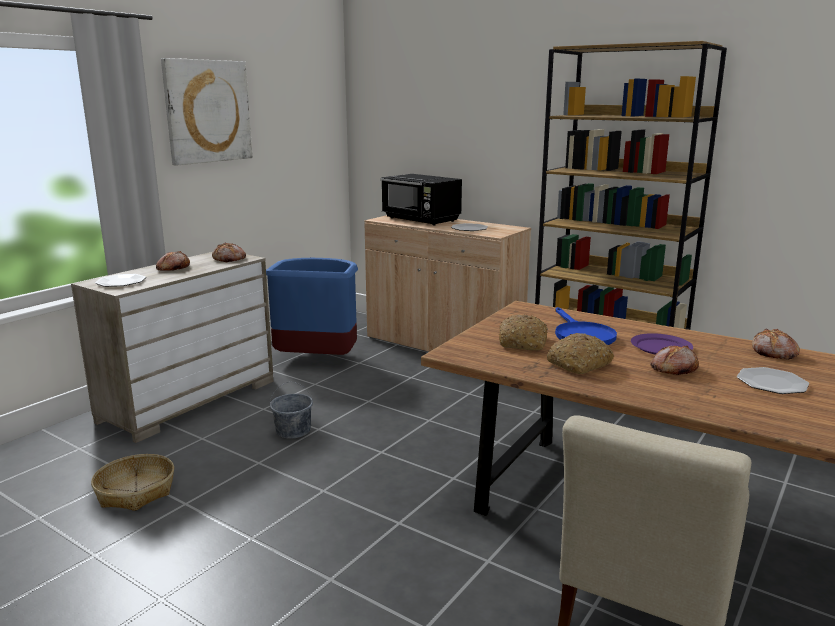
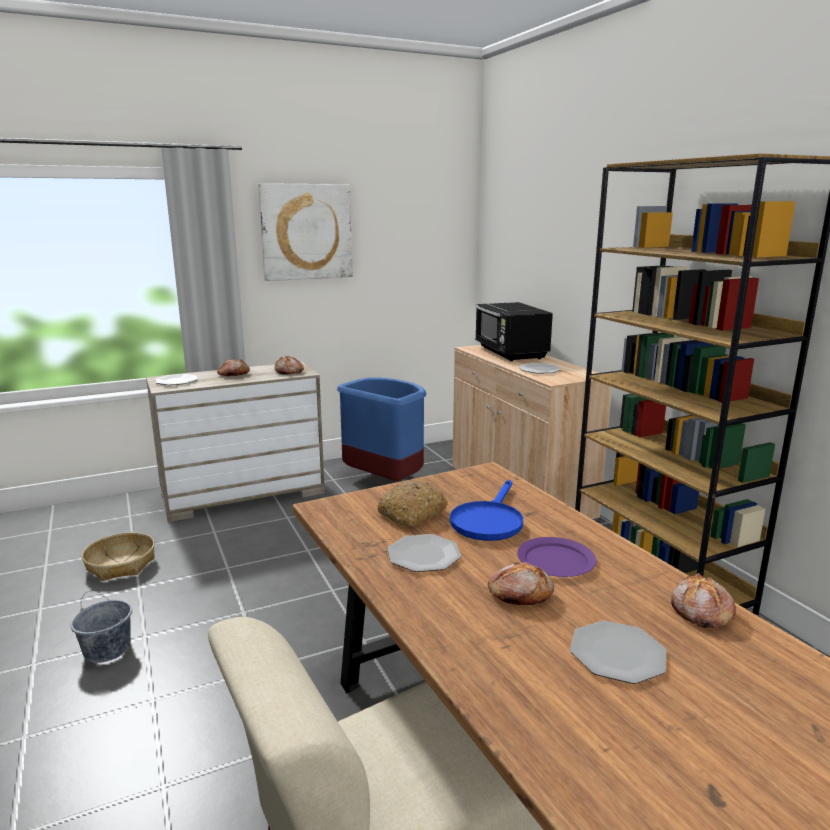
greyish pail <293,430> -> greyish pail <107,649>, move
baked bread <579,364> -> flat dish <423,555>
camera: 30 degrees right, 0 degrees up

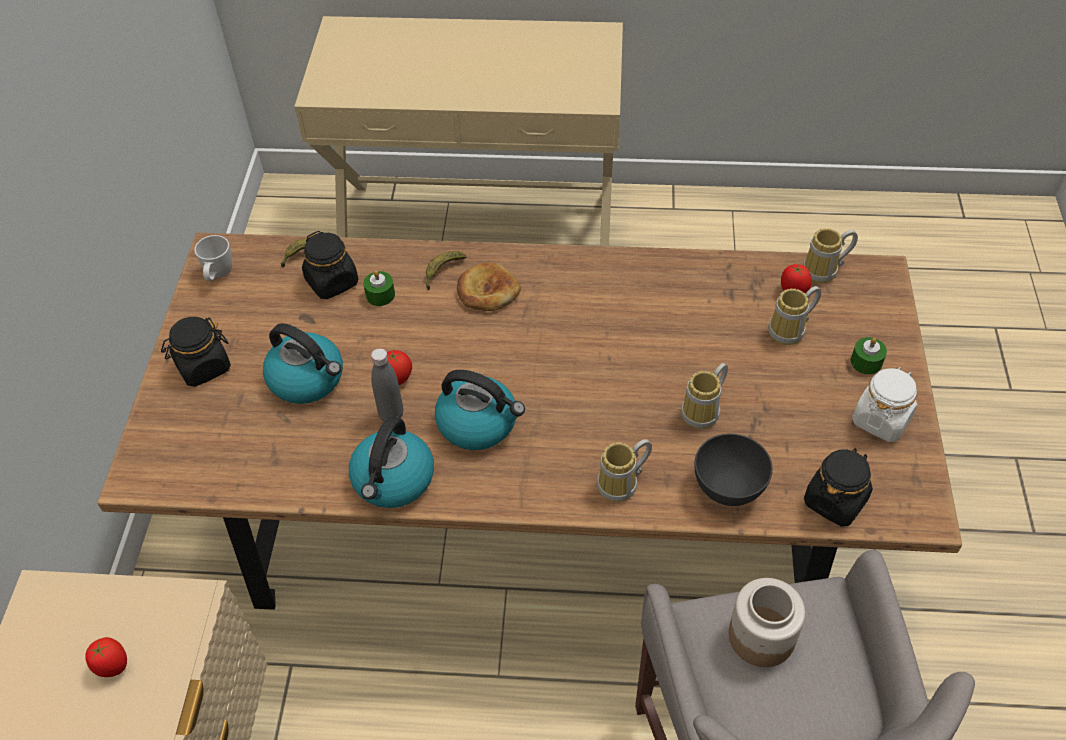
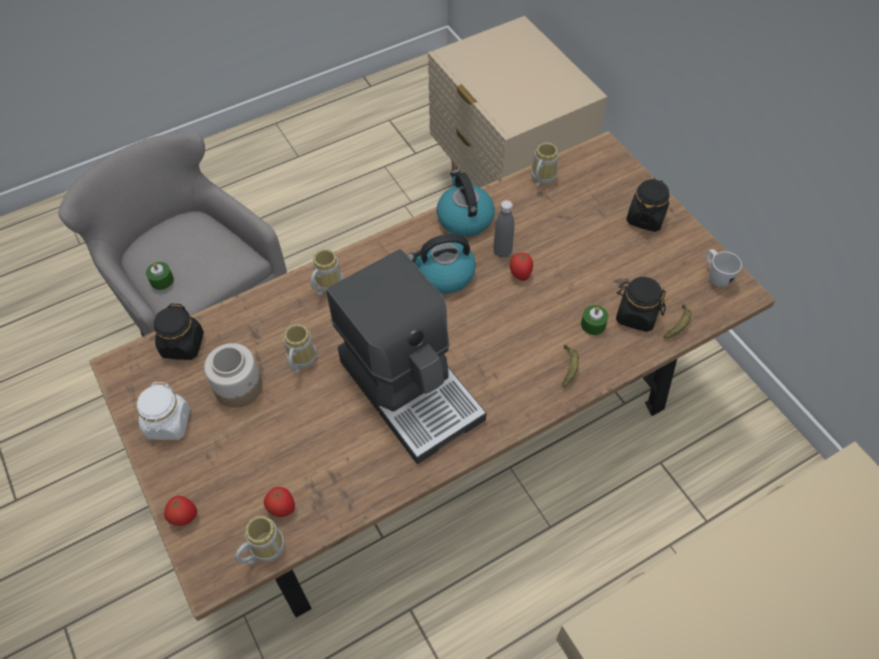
greenish wax candle <866,362> -> greenish wax candle <162,280>, move
tomato <113,666> -> tomato <184,517>, move
jar <760,636> -> jar <239,386>, move
none -> coffee brewer <412,387>
tea mug <791,331> -> tea mug <540,178>, move
water kettle <308,379> -> none
baked bread <487,291> -> none
greyish serving bowl <728,487> -> none
camera: 145 degrees right, 5 degrees up

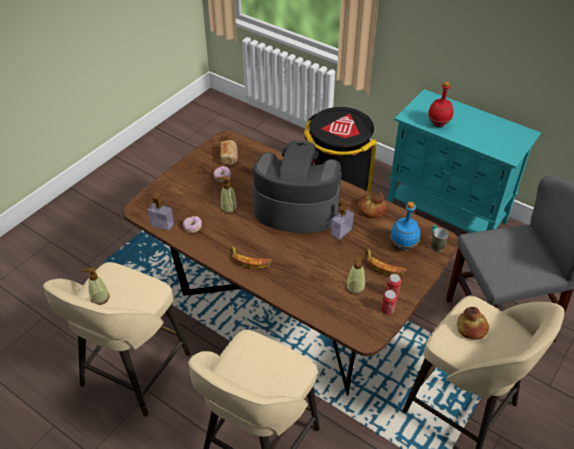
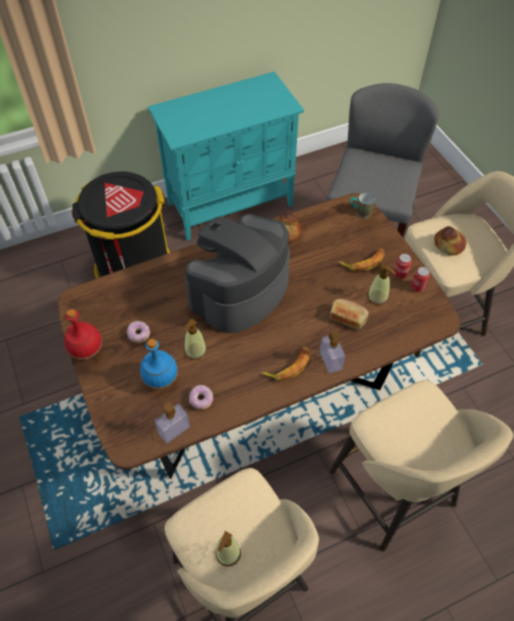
red-coloured bottle <438,124> -> red-coloured bottle <88,352>, move
blue bottle <403,246> -> blue bottle <161,381>, move
liquid soap bottle <341,231> -> liquid soap bottle <330,361>, move
baked bread <229,157> -> baked bread <348,318>, move
camera: 60 degrees left, 10 degrees up

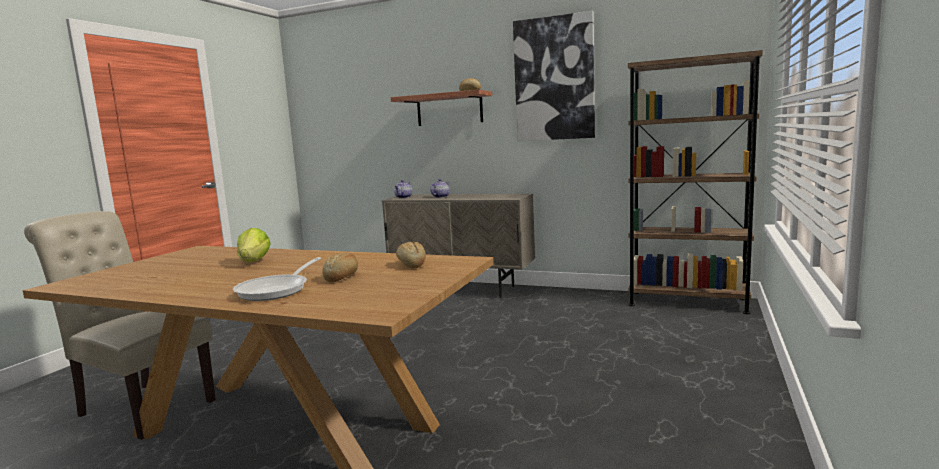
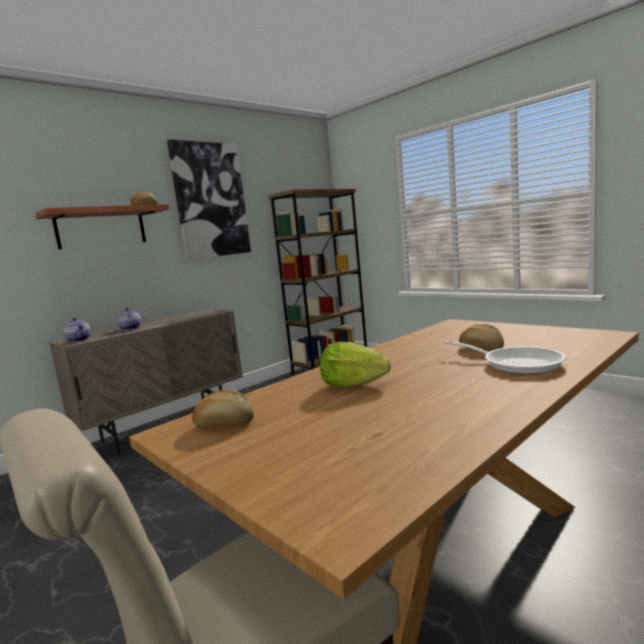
baked bread <411,264> -> baked bread <224,423>, move
camera: 65 degrees left, 0 degrees up

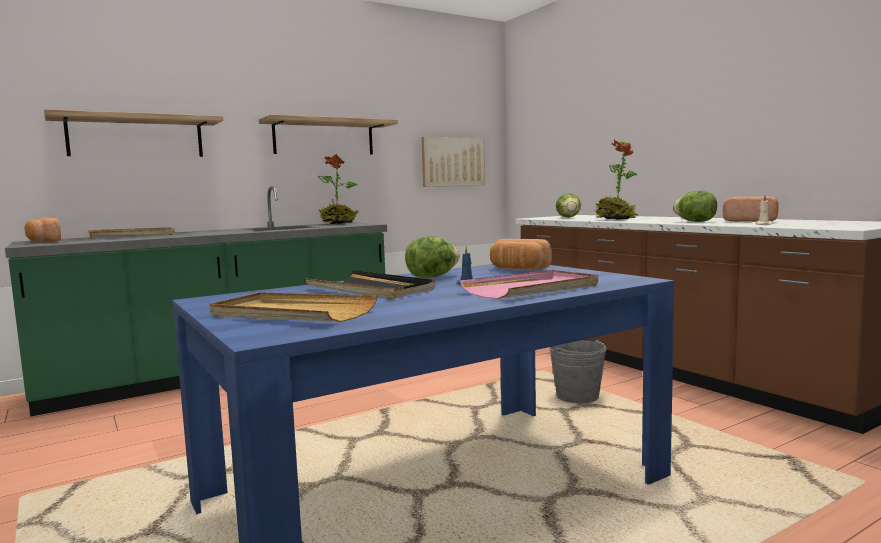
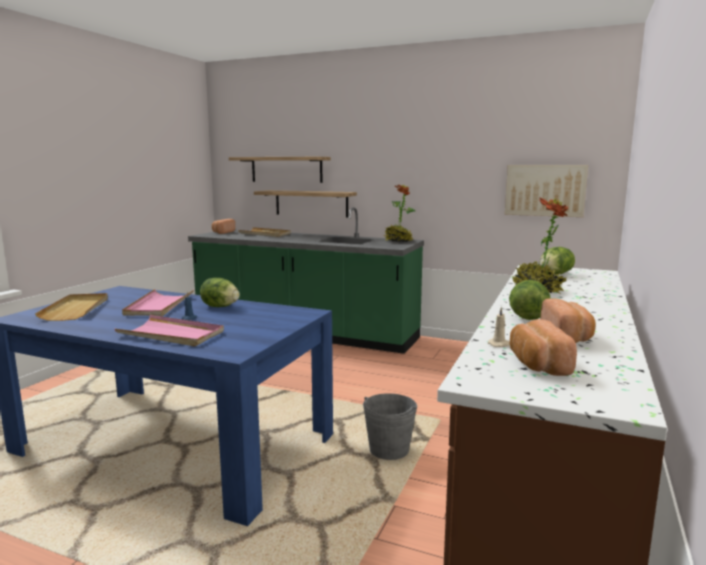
black-coloured serving tray <370,289> -> pink serving tray <159,305>
shelf <324,138> -> shelf <311,203>, move
baked bread <518,269> -> baked bread <537,365>, move
camera: 55 degrees right, 5 degrees up

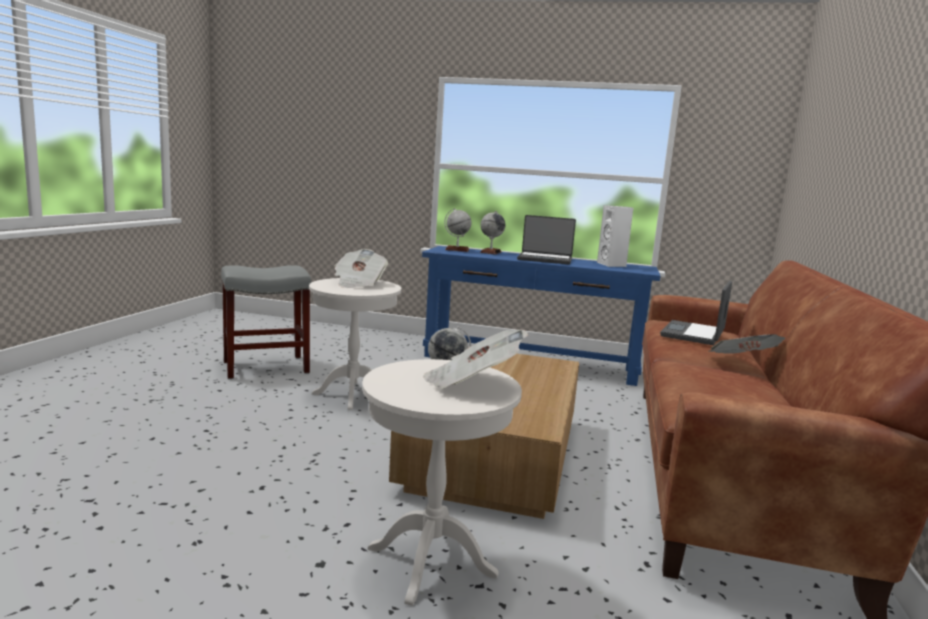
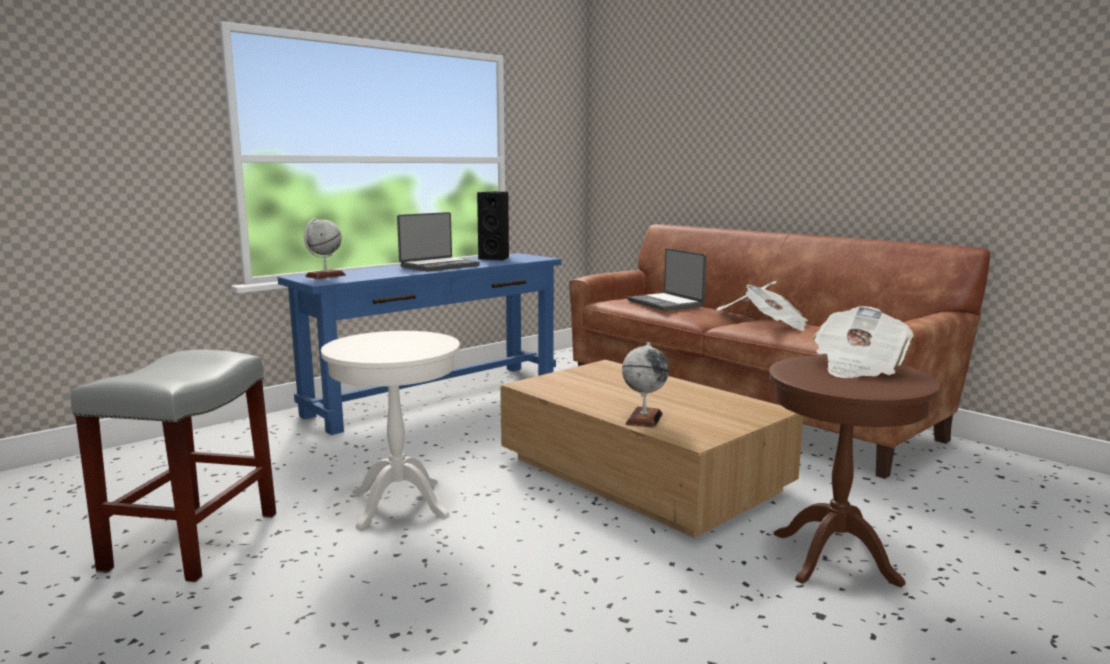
whitish speaker <612,265> -> black-coloured speaker <496,258>
printed paper <358,283> -> printed paper <776,325>, move
whitish accent table <431,562> -> brown-coloured accent table <835,558>
globe <490,252> -> none
camera: 55 degrees left, 0 degrees up

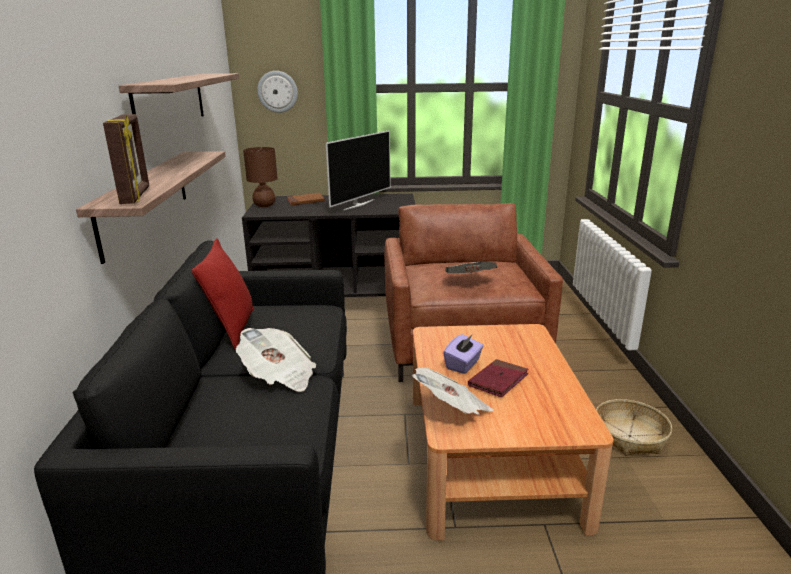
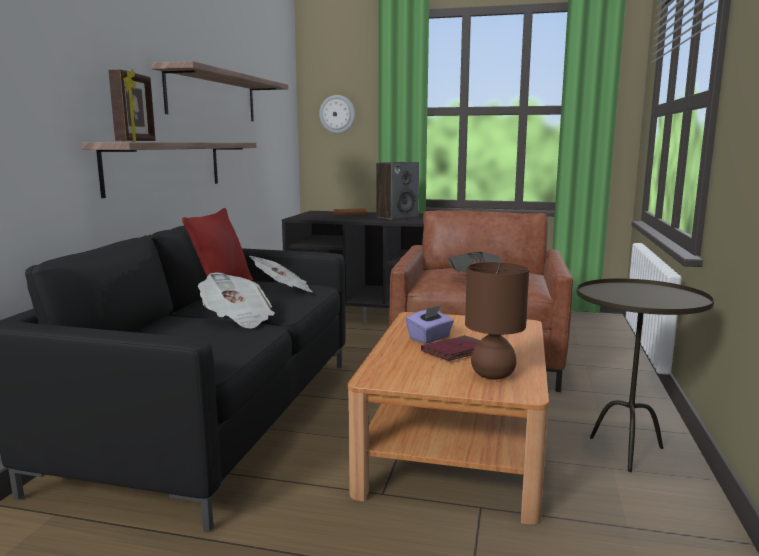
printed paper <452,409> -> printed paper <283,290>, move
television <358,204> -> speaker <397,217>
brown-coloured lamp for a table <265,205> -> brown-coloured lamp for a table <493,375>, move
household basket <629,436> -> brown-coloured accent table <626,451>
camera: 15 degrees right, 10 degrees down

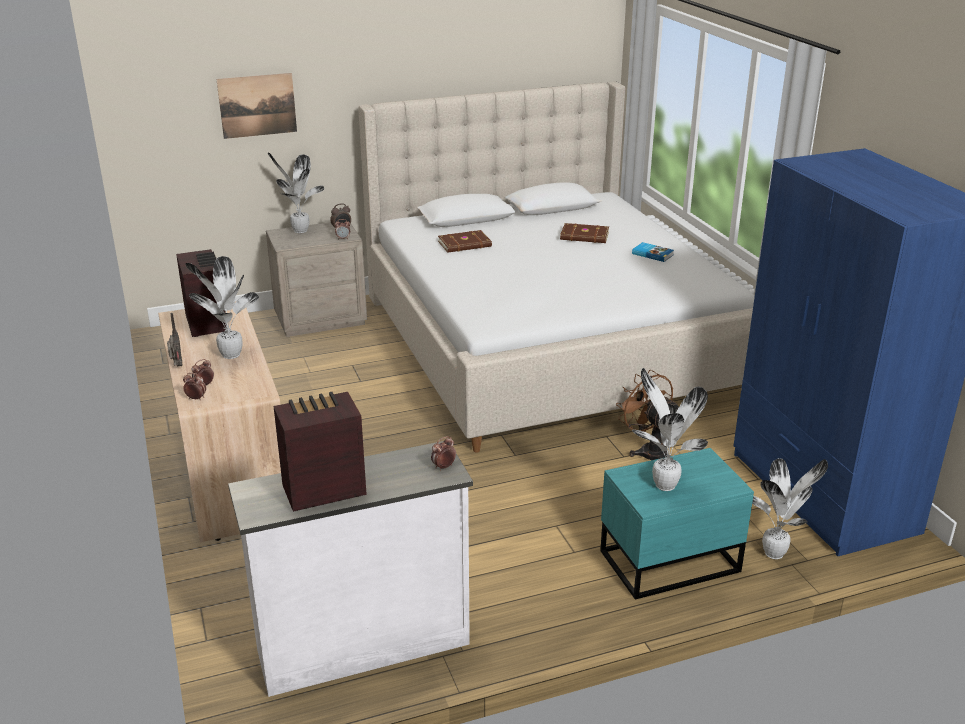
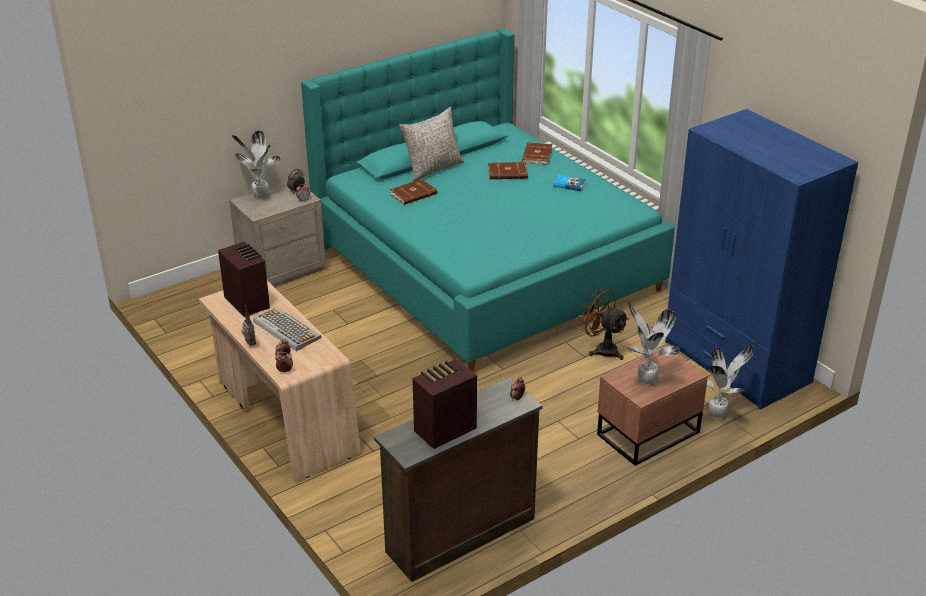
plant in a pot <229,355> -> keyboard <286,329>
beige-coloured sleeping bed <548,343> -> blue-green sleeping bed <486,265>
whitish drawer chest <361,645> -> brown-coloured drawer chest <458,534>
none -> greyish cushion <432,168>
none -> brown-coloured volume <536,155>
blue-green nightstand <666,560> -> brown-coloured nightstand <646,433>
picture <257,105> -> none
camera: 15 degrees left, 5 degrees up

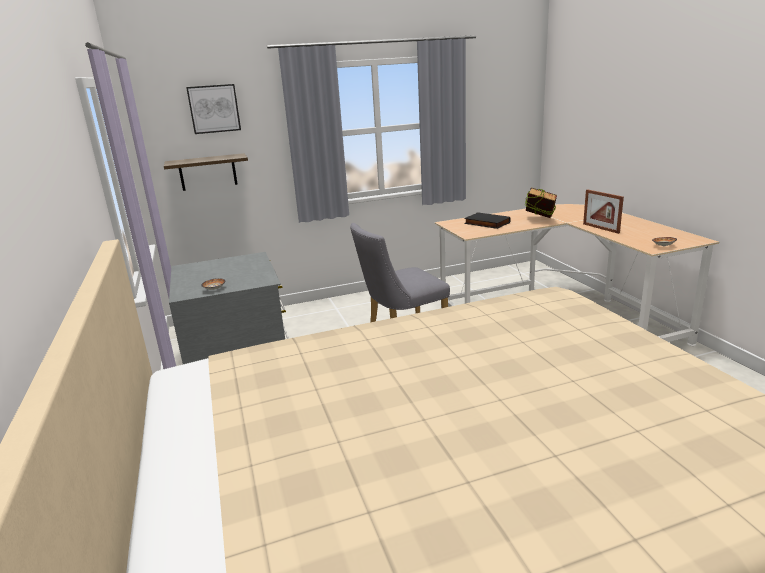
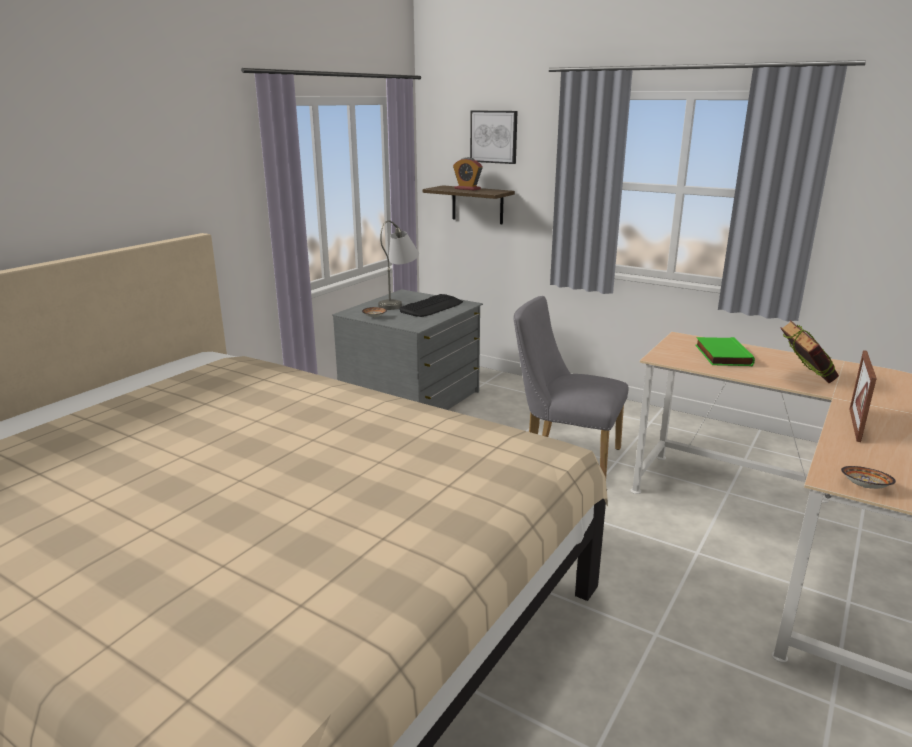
none -> greyish lamp for a table <399,302>
none -> keyboard <432,307>
none -> table clock <467,189>
black-coloured volume <486,223> -> greenish volume <721,355>
camera: 50 degrees right, 0 degrees up

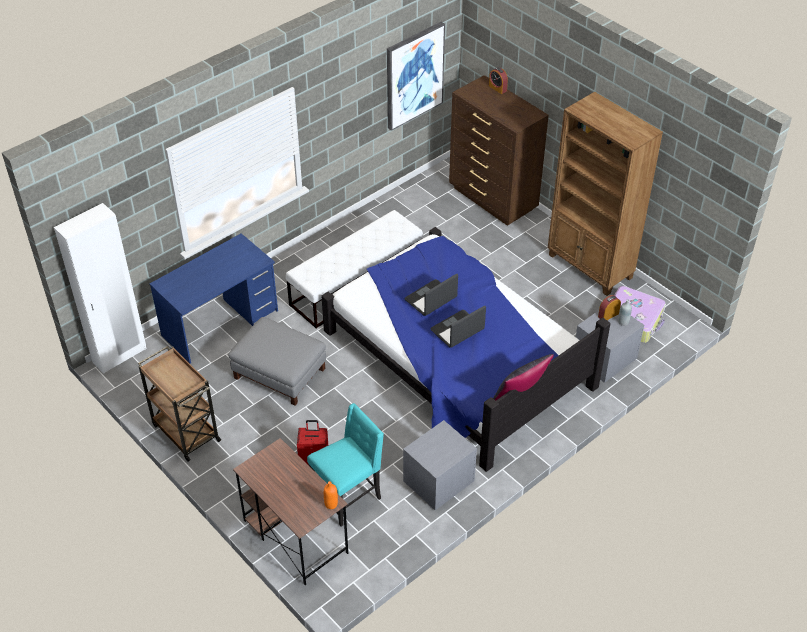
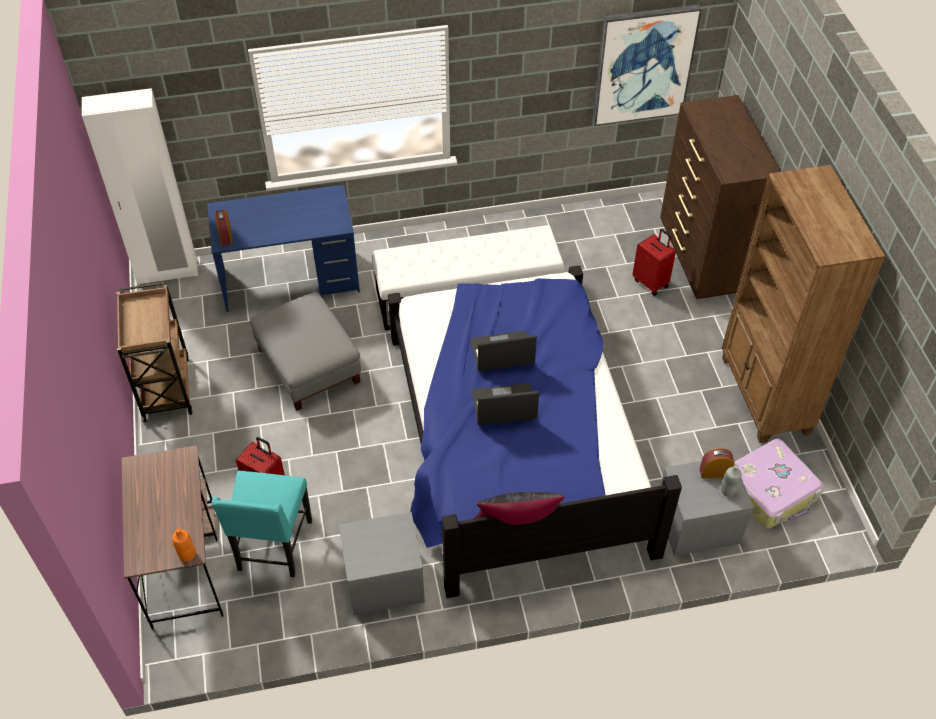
blue-green chair <348,496> -> blue-green chair <273,547>, 105 degrees clockwise
table clock <497,88> -> table clock <225,236>, move
none -> red-coloured suitcase <651,282>
camera: 30 degrees right, 5 degrees up

